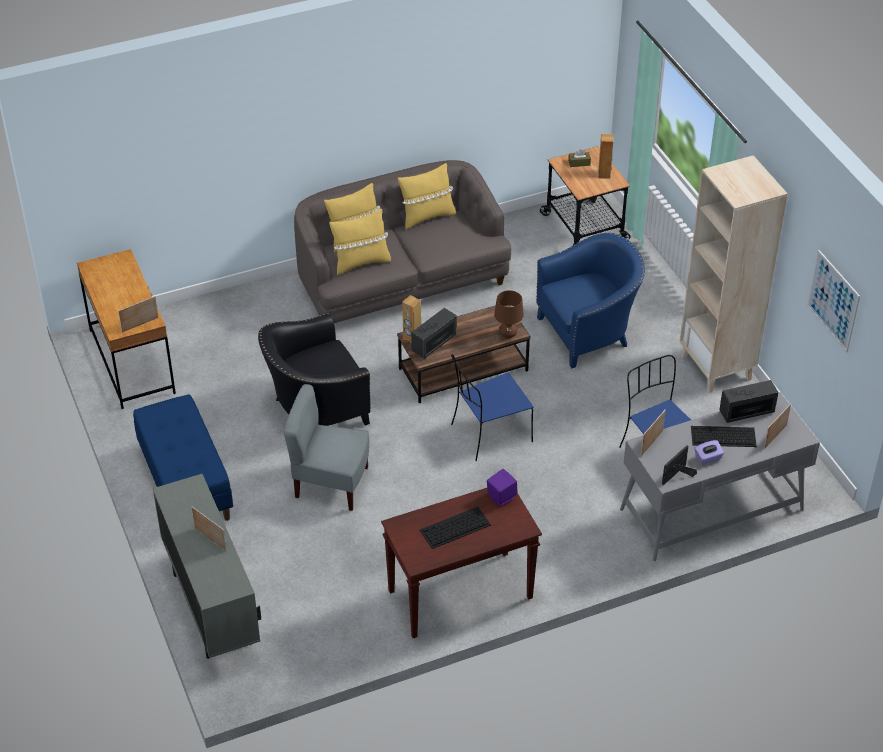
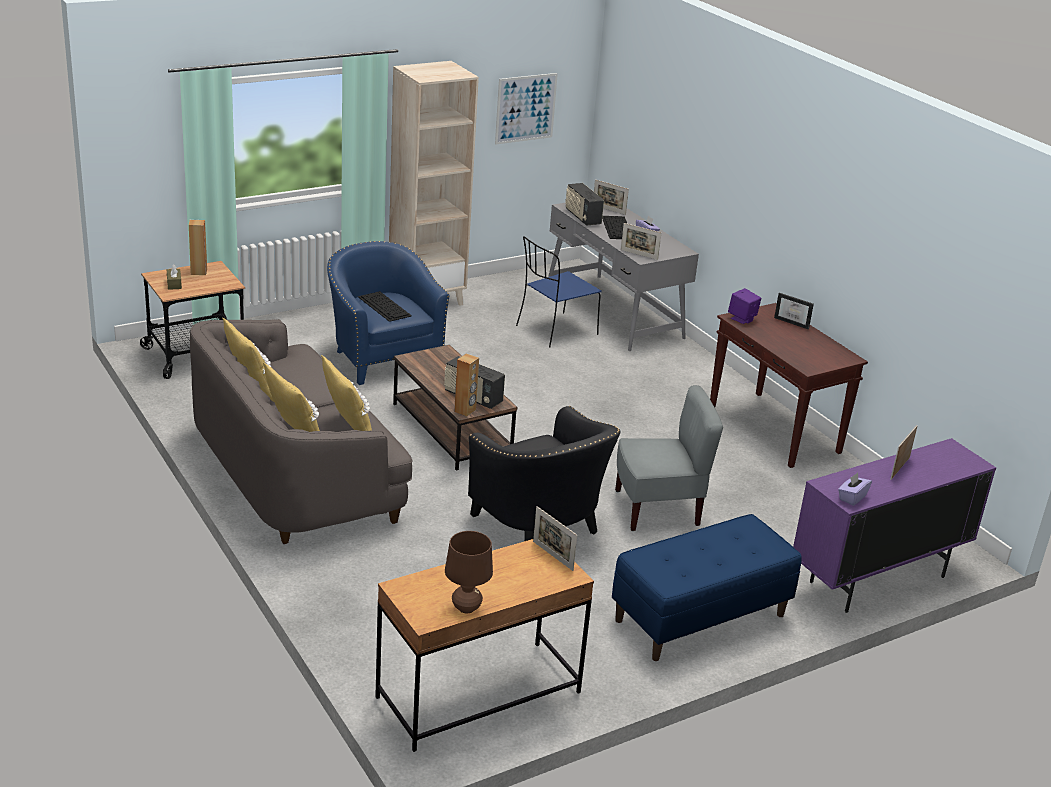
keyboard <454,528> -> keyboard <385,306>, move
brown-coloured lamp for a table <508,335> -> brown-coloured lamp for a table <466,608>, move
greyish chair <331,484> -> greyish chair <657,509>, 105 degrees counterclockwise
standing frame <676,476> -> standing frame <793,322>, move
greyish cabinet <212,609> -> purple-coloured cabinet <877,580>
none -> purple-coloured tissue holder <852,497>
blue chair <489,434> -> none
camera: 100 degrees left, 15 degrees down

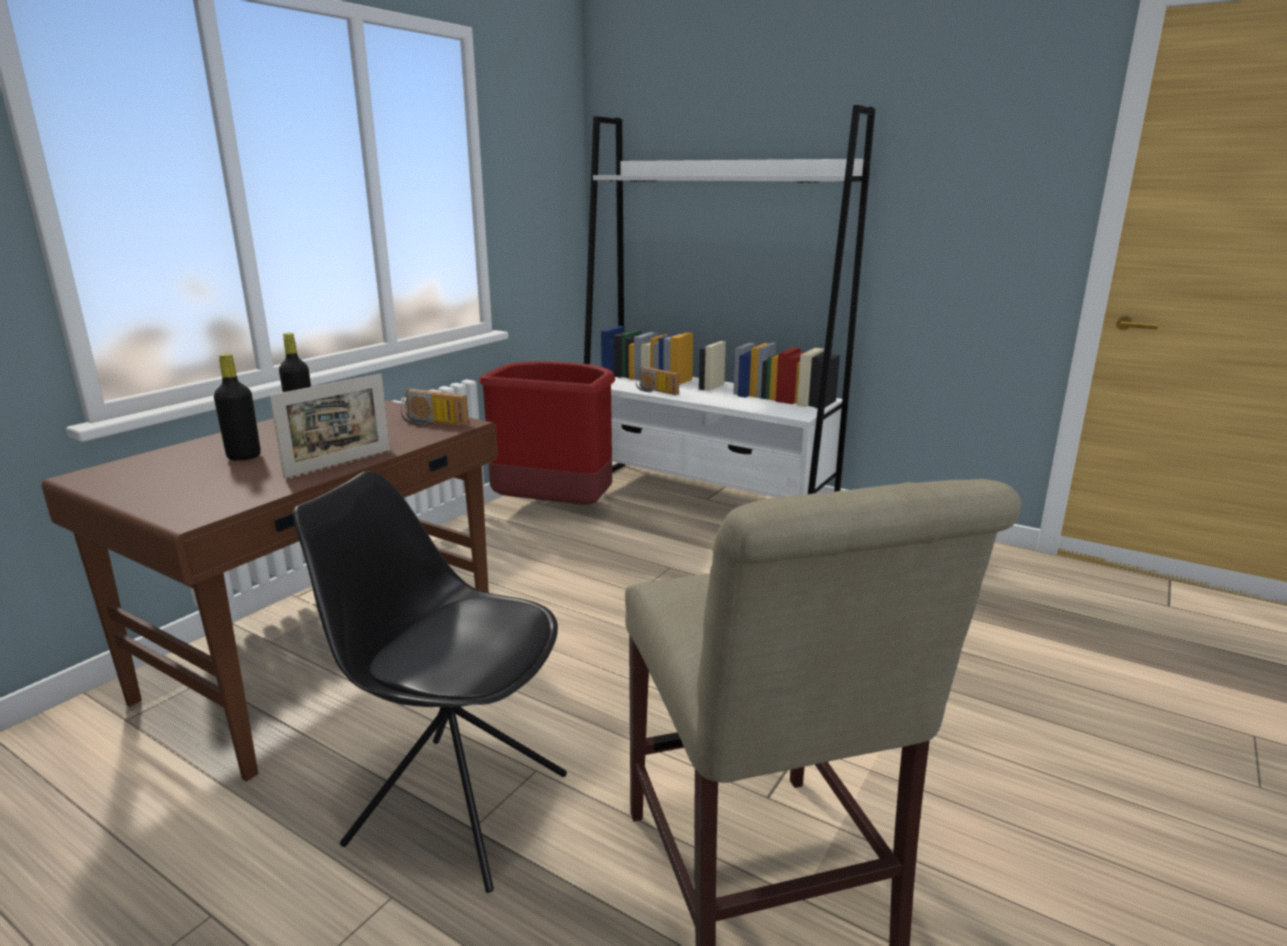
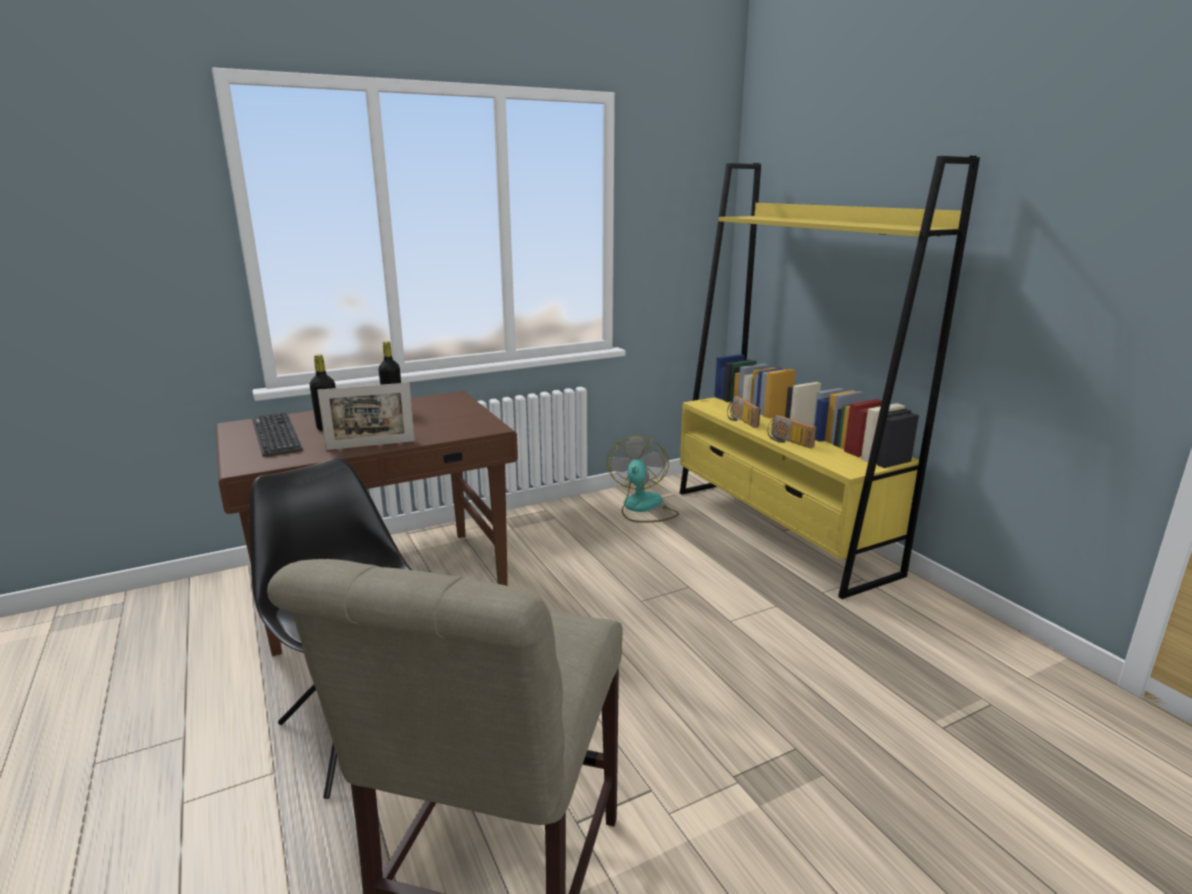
none -> keyboard <276,435>
red-coloured rubbish bin <555,508> -> cooling fan <642,508>
whitish bookcase <704,499> -> yellowish bookcase <780,530>
radio <432,423> -> radio <788,442>, move
camera: 30 degrees right, 0 degrees up

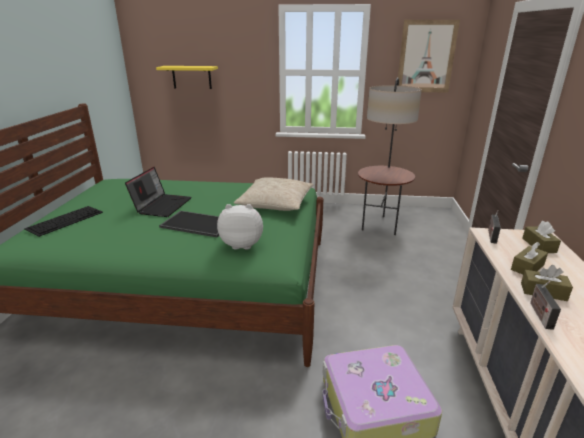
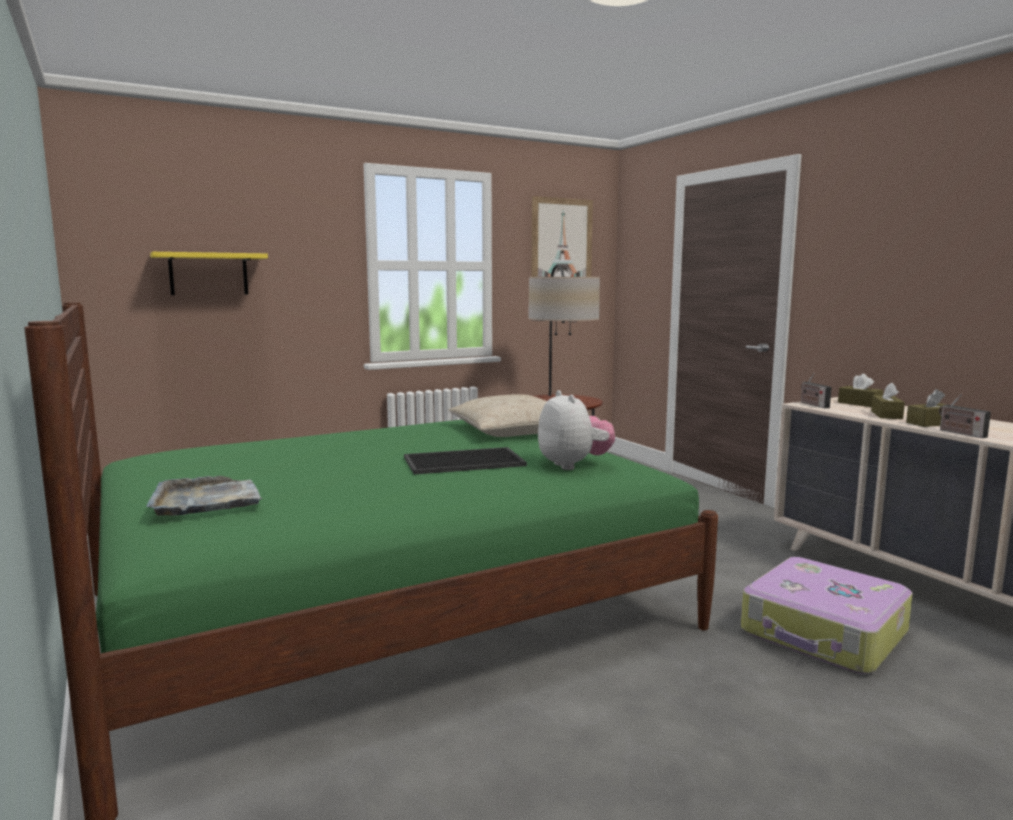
keyboard <66,220> -> greyish serving tray <207,500>
plush toy <242,244> -> plush toy <573,465>, 105 degrees clockwise
portable computer <162,205> -> none
camera: 35 degrees left, 15 degrees down

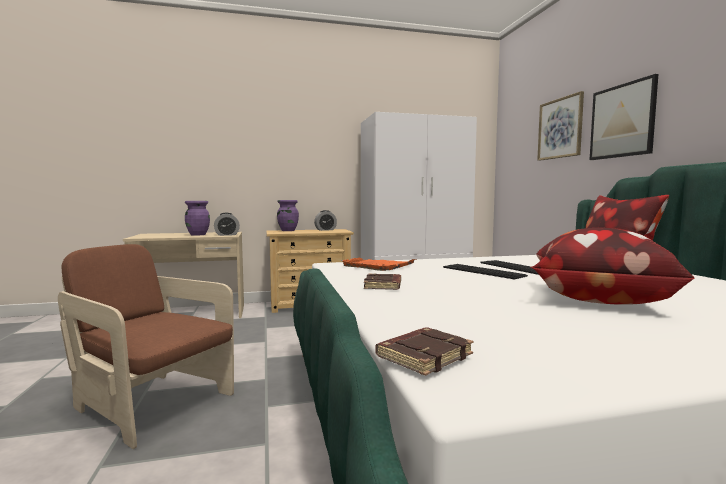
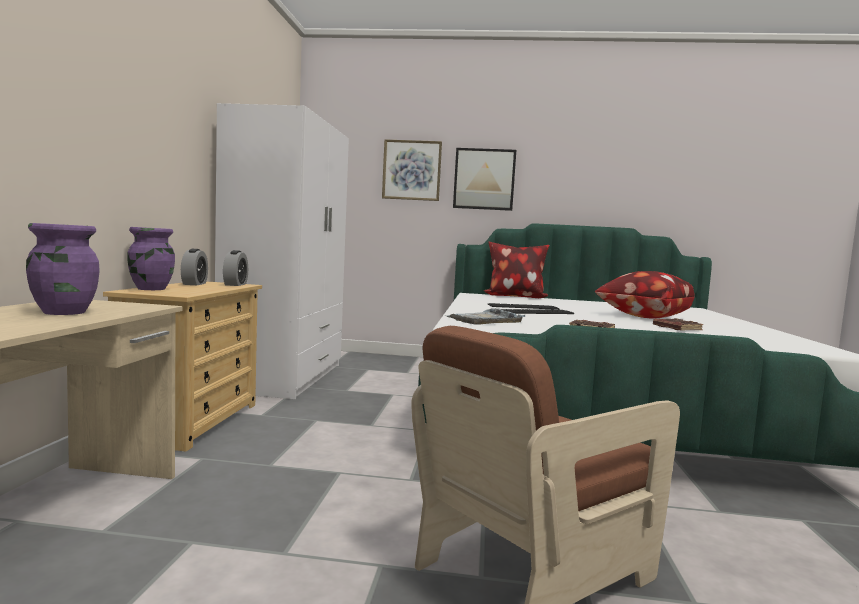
table clock <227,235> -> table clock <235,284>, move
orange serving tray <378,266> -> greyish serving tray <484,320>
brown-coloured volume <424,356> -> brown-coloured volume <676,328>, move
camera: 70 degrees left, 0 degrees up

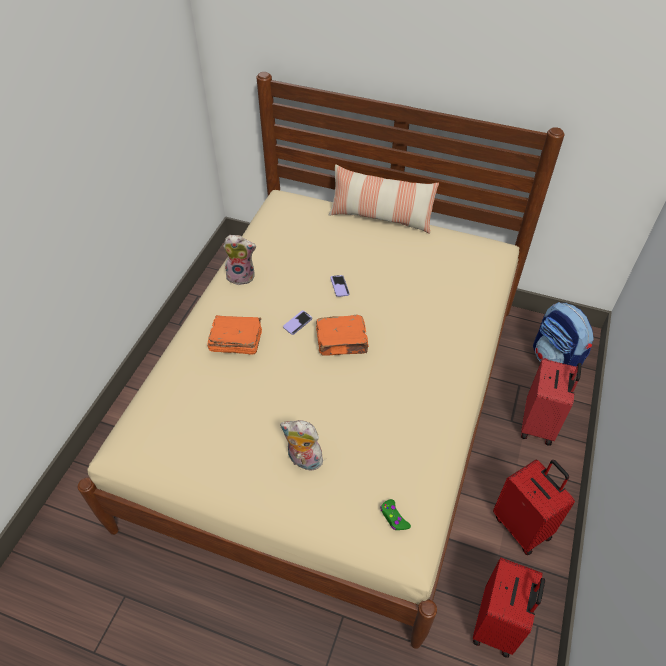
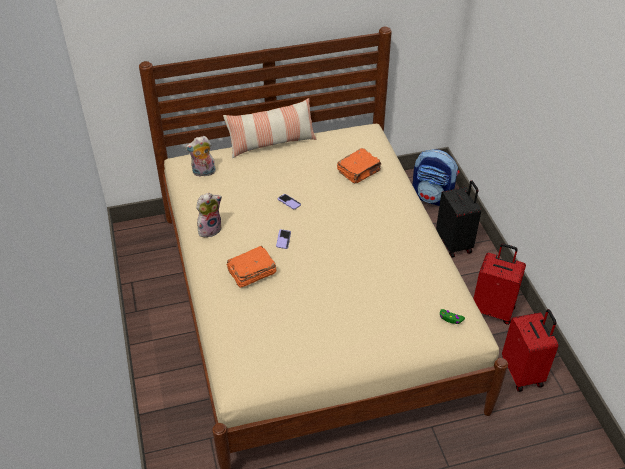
plush toy <303,460> -> plush toy <203,173>, move
orange volume <342,342> -> orange volume <359,171>, move
red-coloured suitcase <539,424> -> black-coloured suitcase <455,243>
camera: 35 degrees left, 5 degrees down

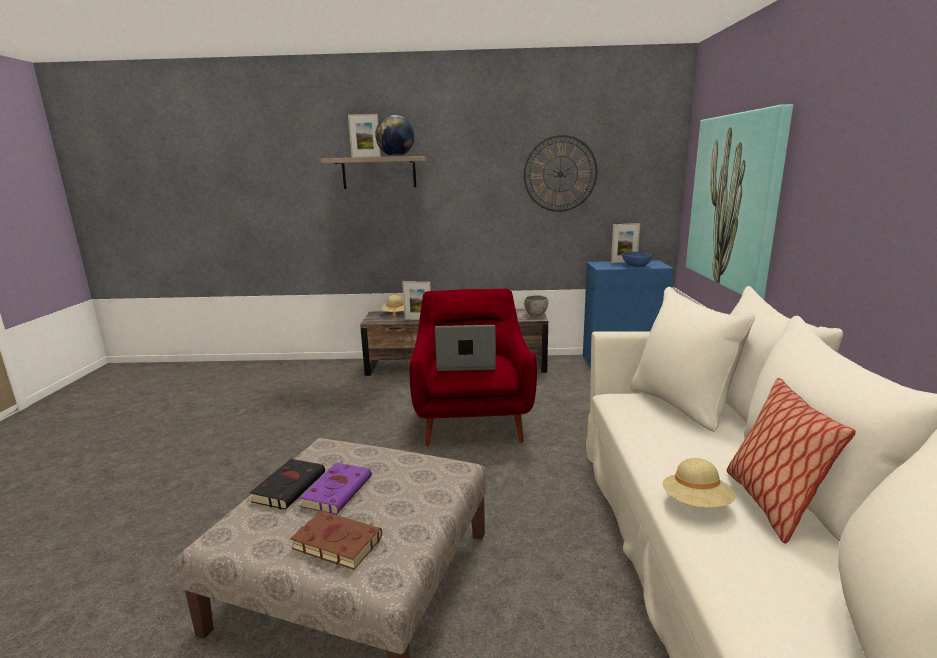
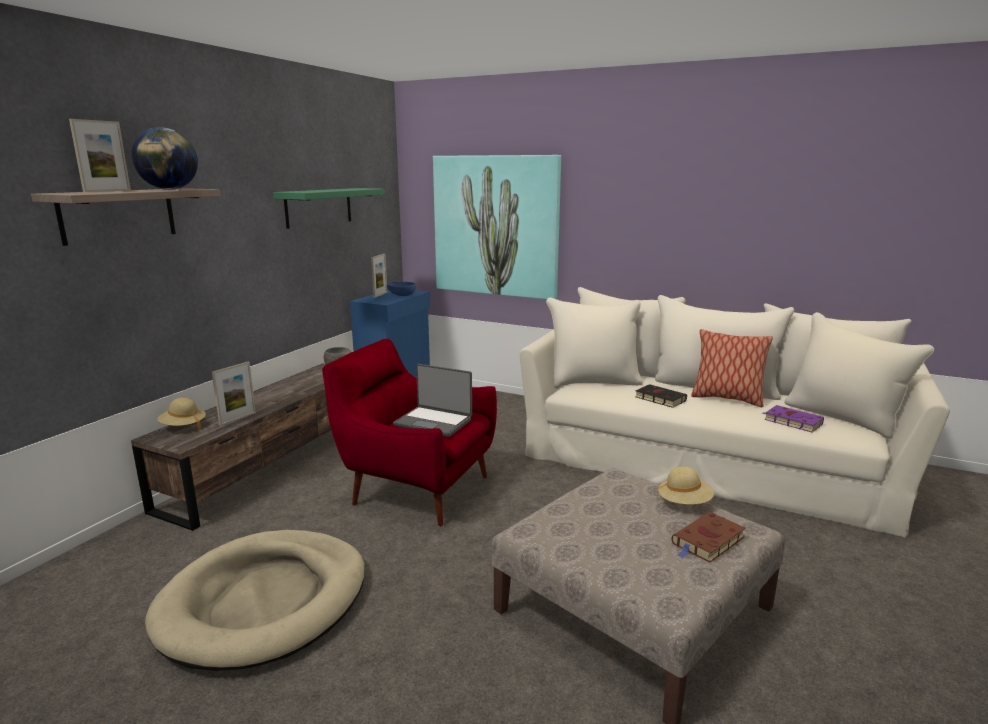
none -> beige-coloured dog bed <265,602>
clock on the wall <560,174> -> greenish shelf <319,207>
portable computer <466,363> -> portable computer <434,422>, 90 degrees counterclockwise
black-coloured volume <290,486> -> black-coloured volume <659,398>, move
beige-coloured hat <696,503> -> beige-coloured hat <684,503>, move
purple-coloured volume <338,490> -> purple-coloured volume <791,421>, move
camera: 65 degrees left, 0 degrees up

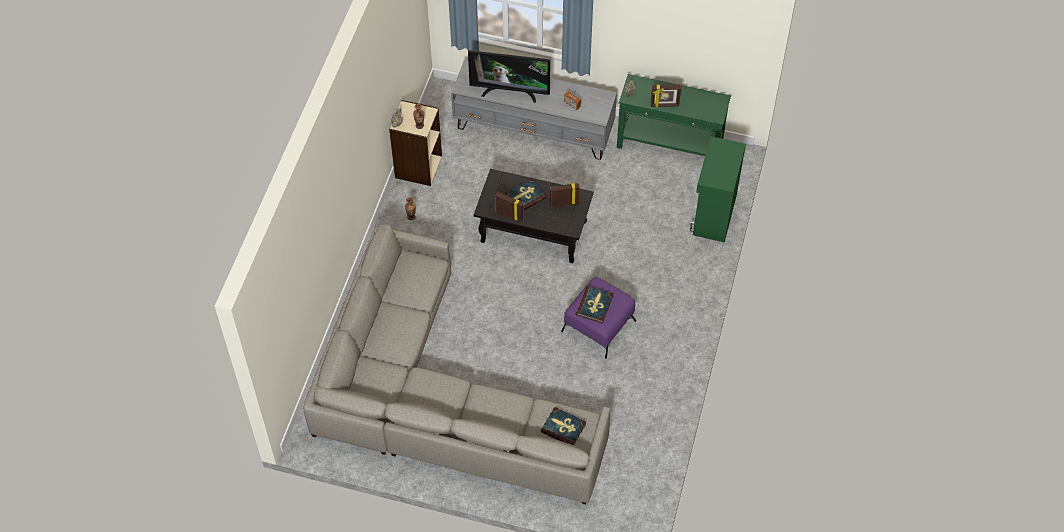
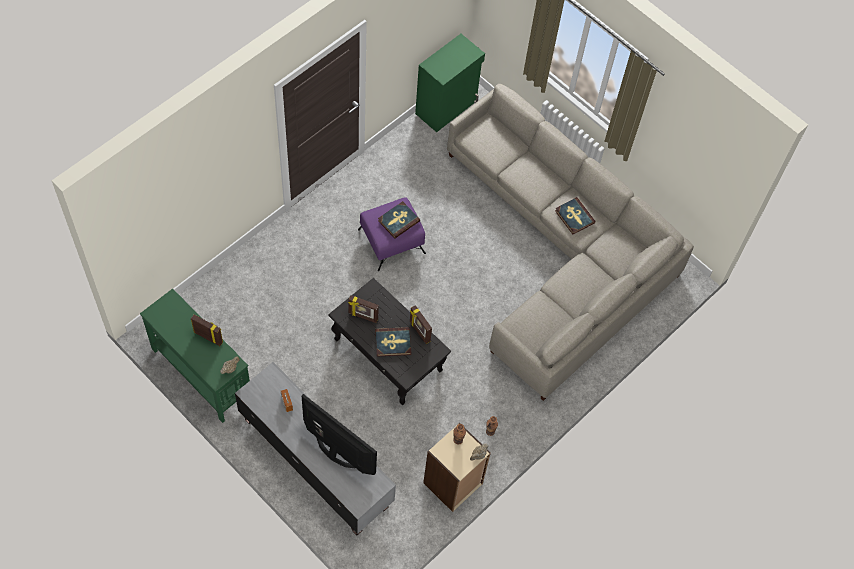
greenish cabinet <713,215> -> greenish cabinet <447,107>, move
volume <563,428> -> volume <574,217>, move
camera: 155 degrees left, 5 degrees up

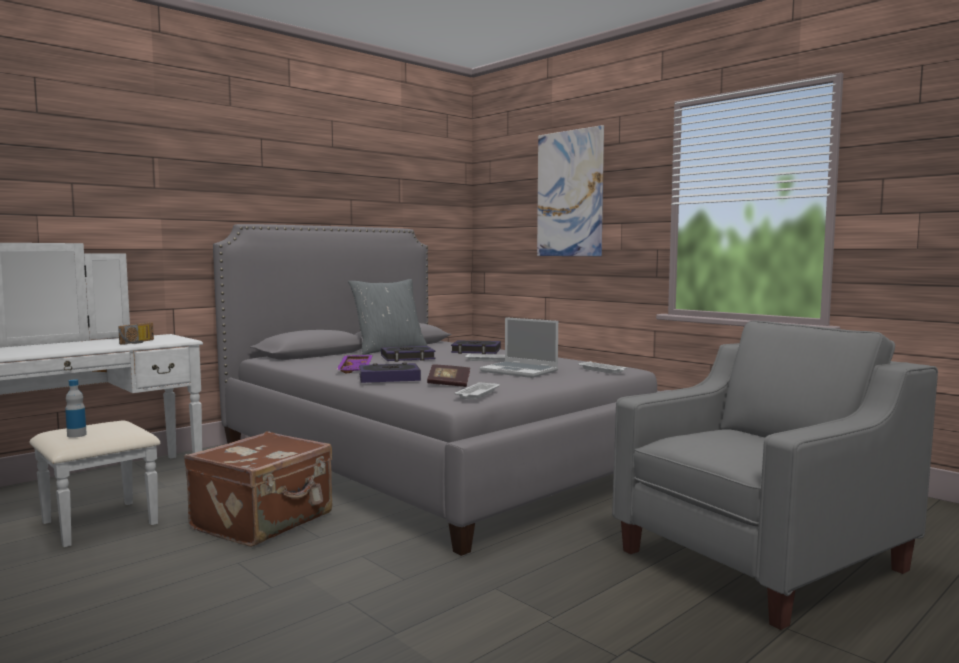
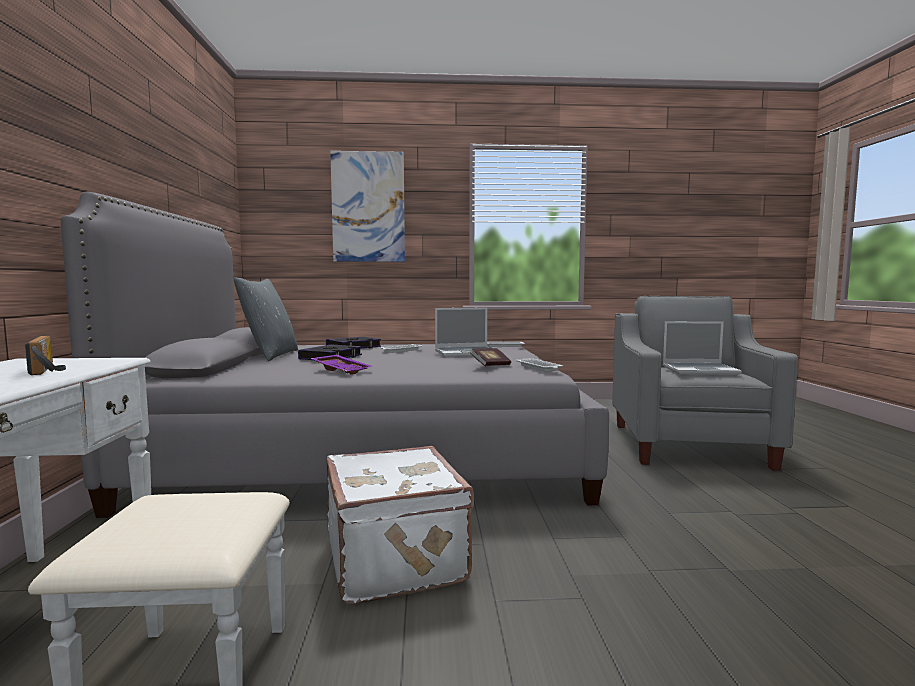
brown-coloured suitcase <264,521> -> whitish suitcase <397,558>
none -> portable computer <700,370>
bottle <76,435> -> none
volume <389,378> -> none
camera: 50 degrees left, 0 degrees up

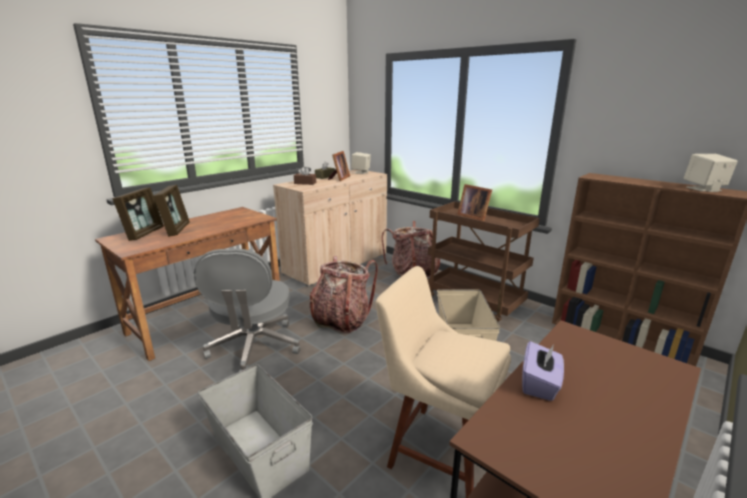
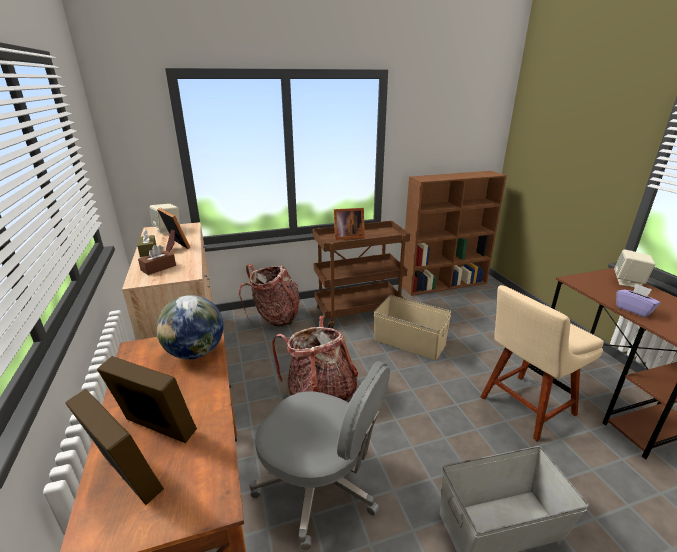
none -> globe <195,353>
beige-coloured speaker <704,189> -> beige-coloured speaker <628,282>, move
camera: 60 degrees left, 5 degrees up

